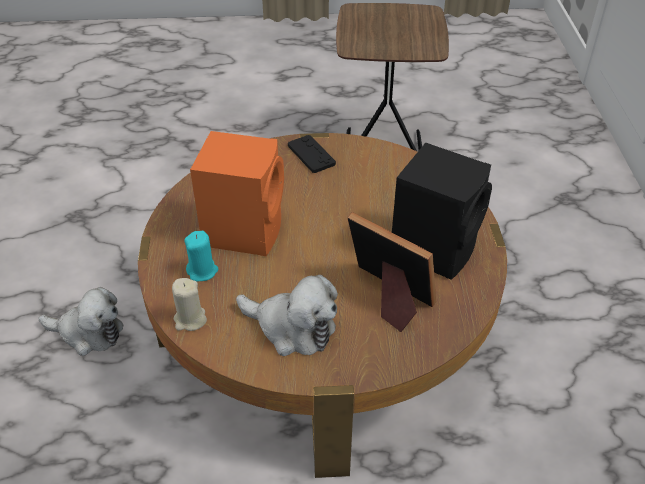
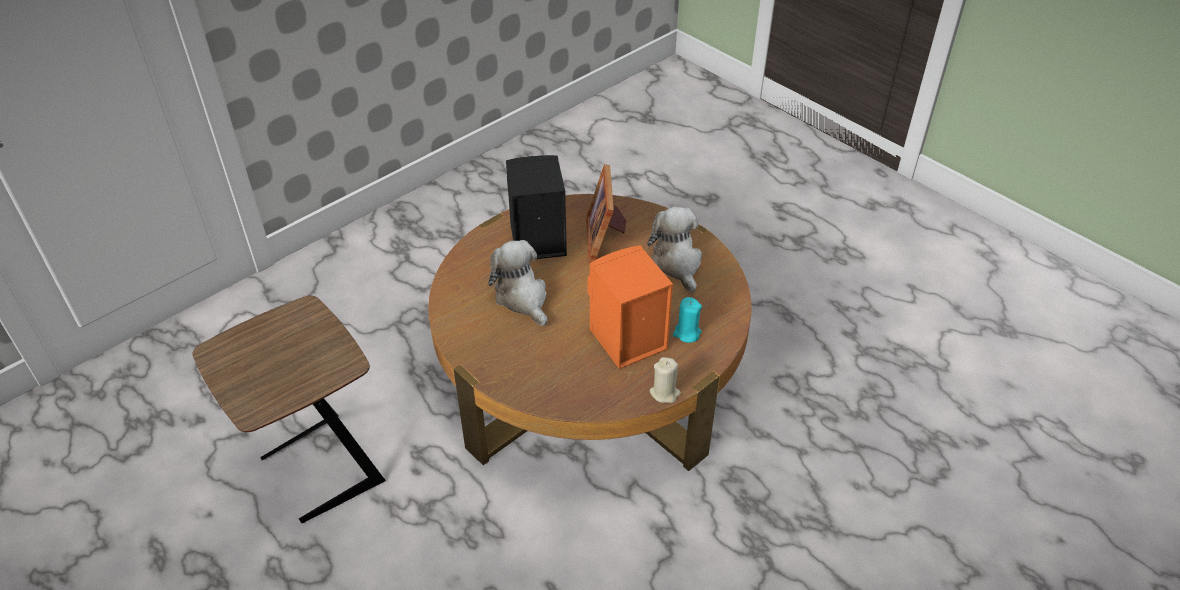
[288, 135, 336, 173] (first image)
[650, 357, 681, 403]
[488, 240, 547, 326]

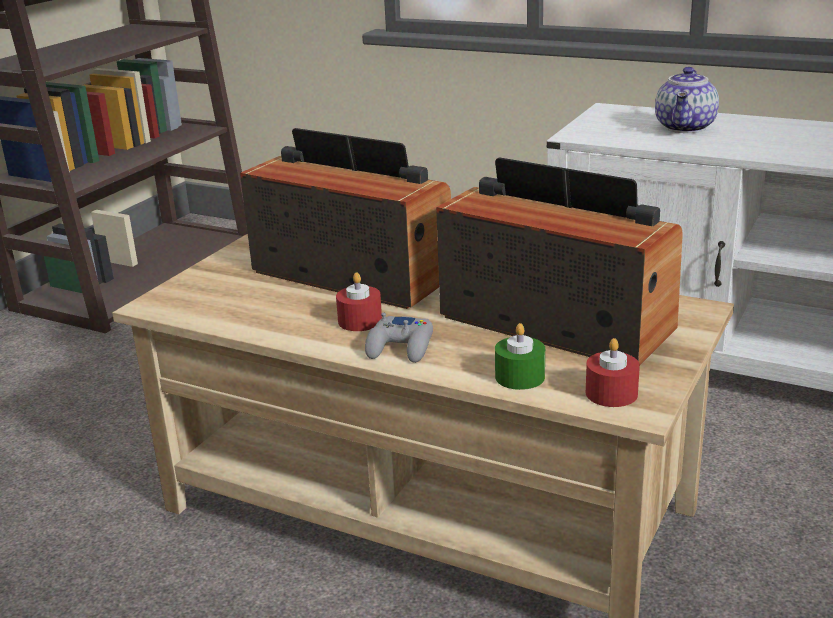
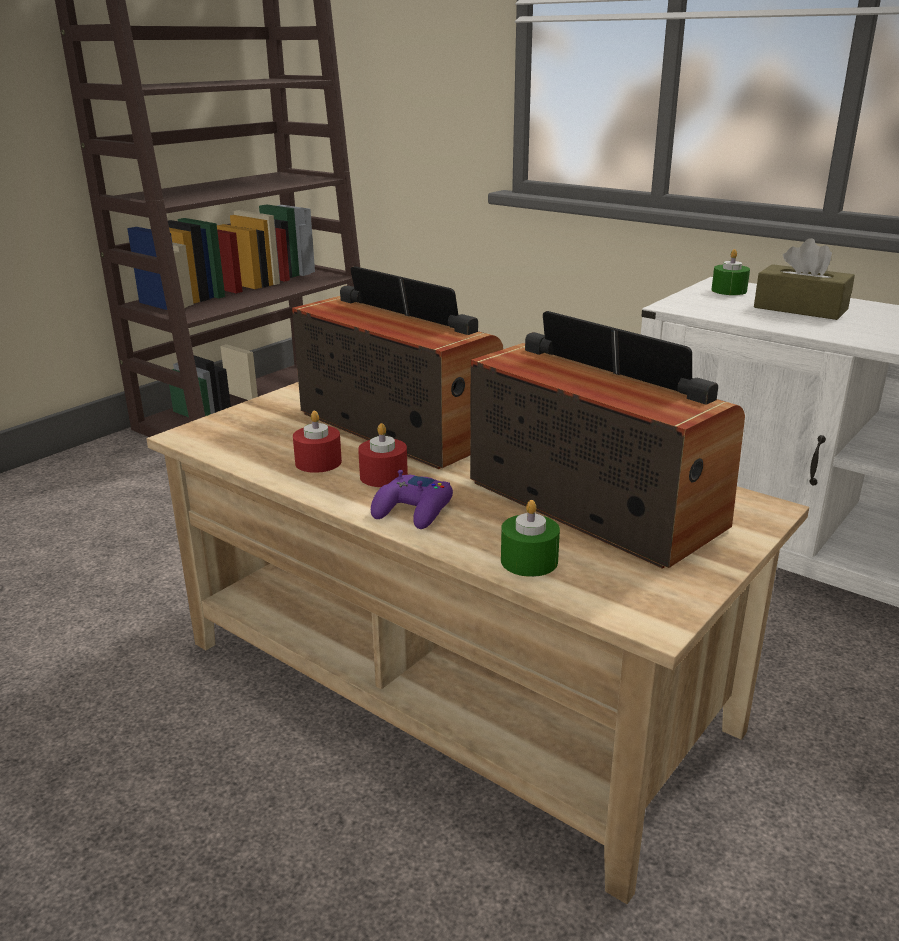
[754, 238, 855, 320]
[371, 470, 453, 529]
[293, 411, 342, 473]
[711, 249, 750, 295]

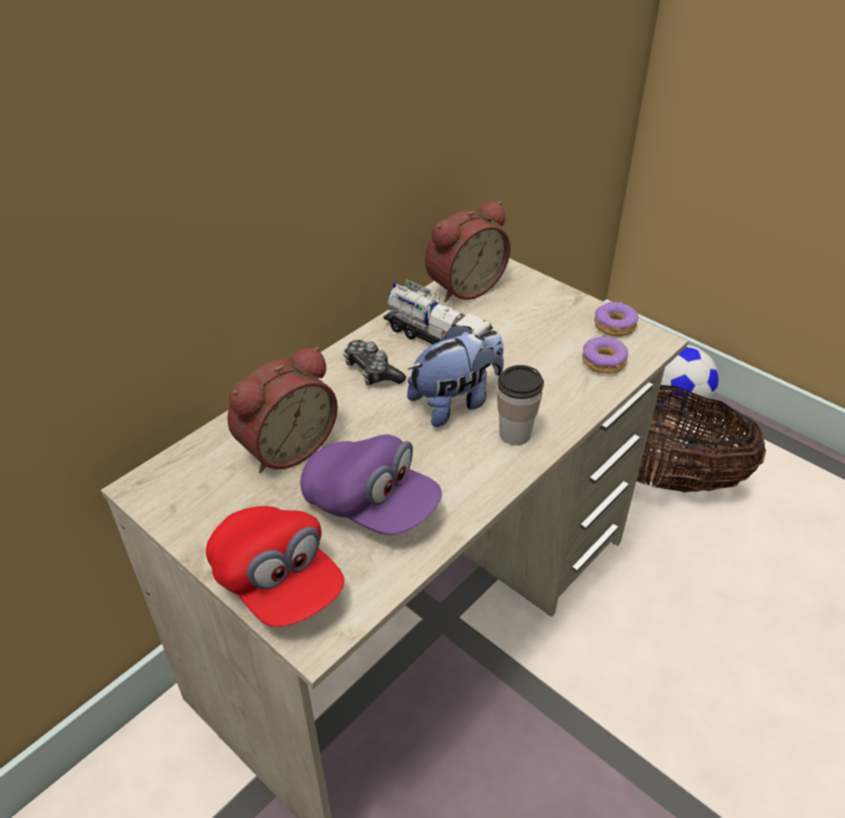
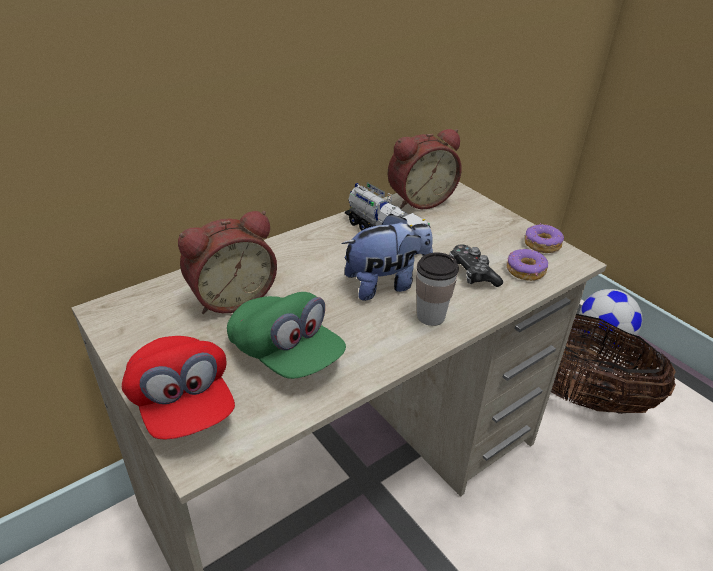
[449, 245, 503, 287]
[227, 292, 346, 379]

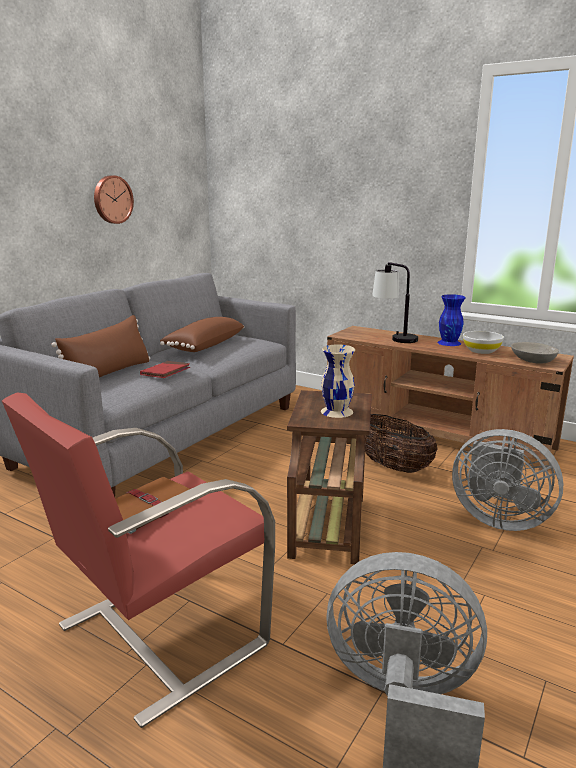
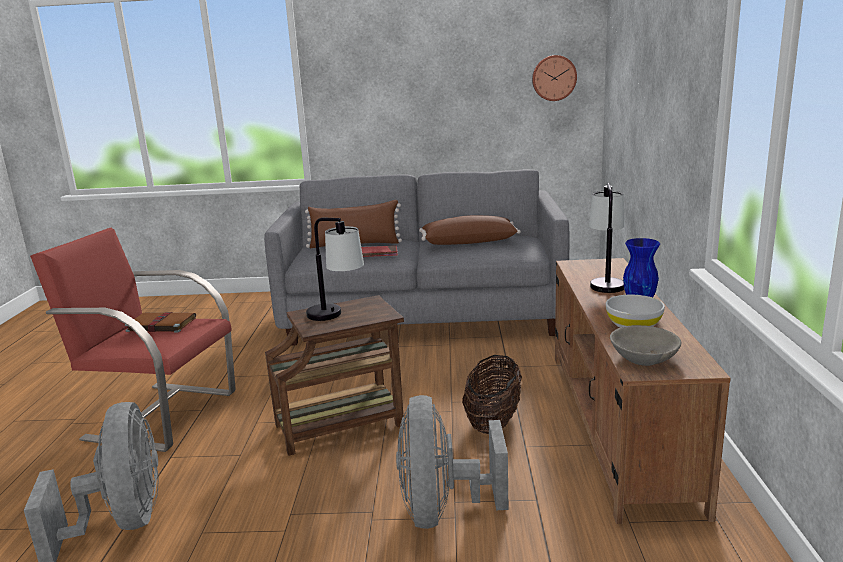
[532, 55, 577, 101]
[306, 218, 364, 321]

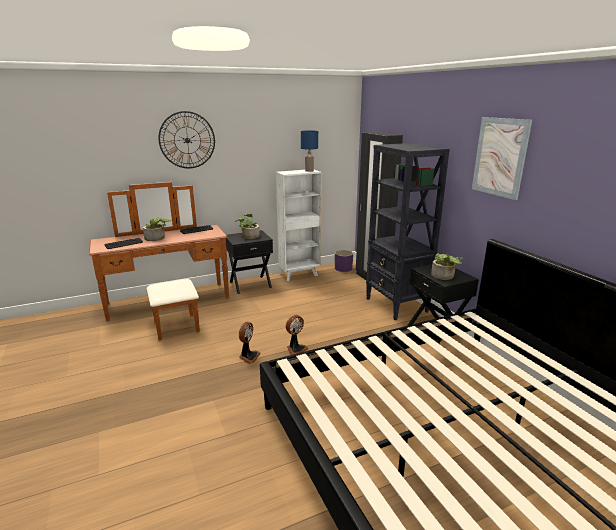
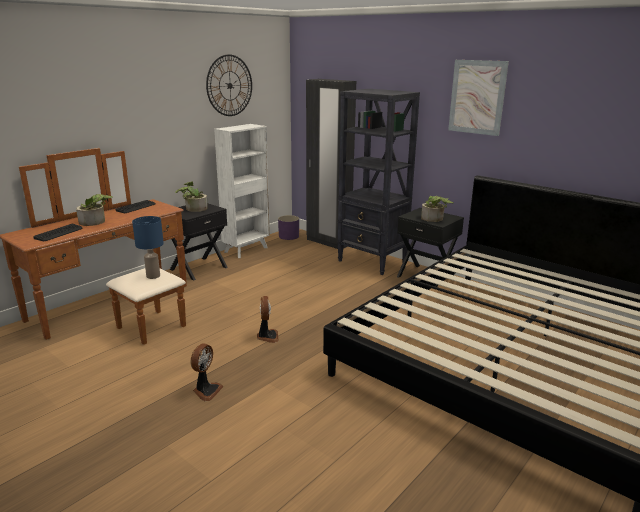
[206, 54, 252, 116]
[132, 216, 164, 279]
[191, 344, 224, 401]

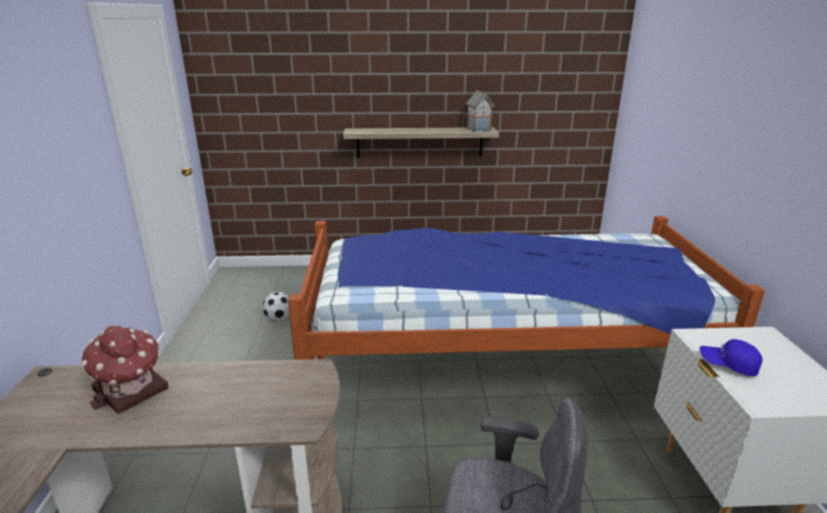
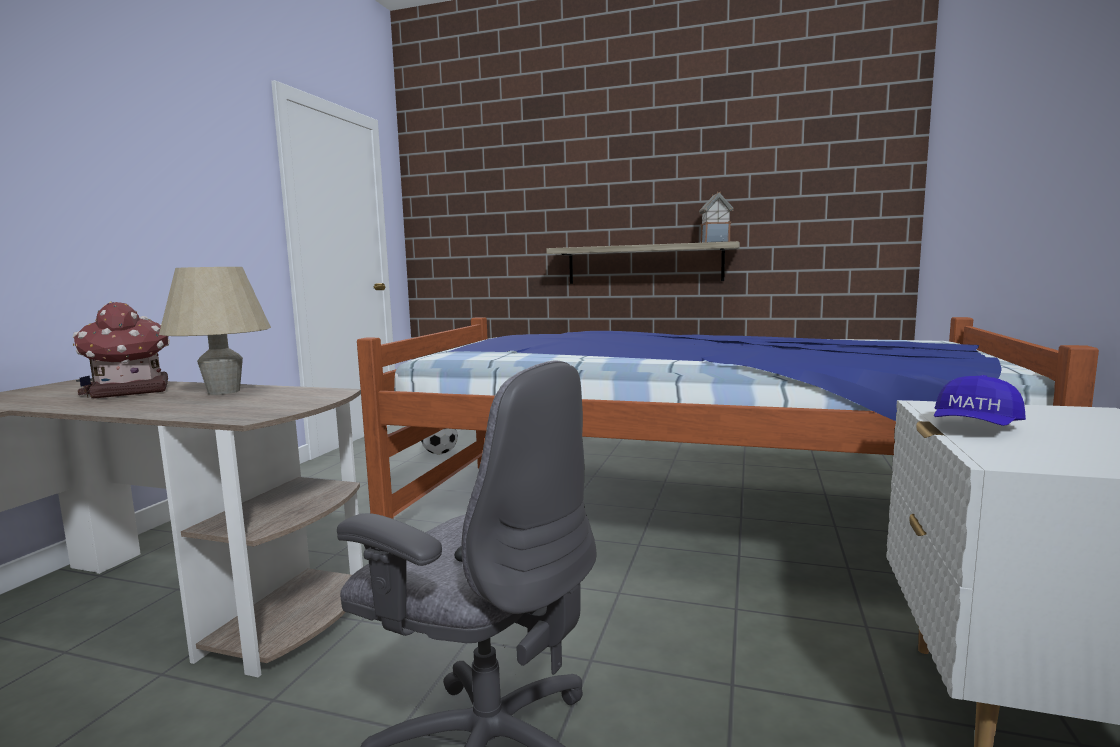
[934, 375, 1026, 426]
[159, 267, 271, 395]

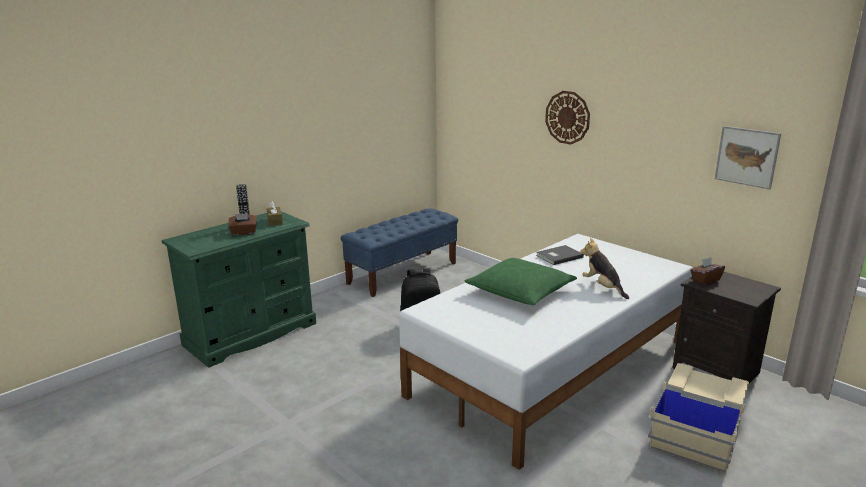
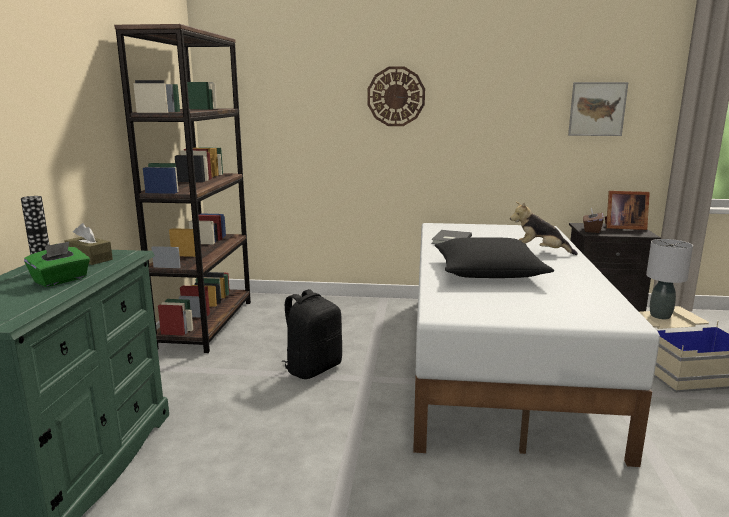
[114, 24, 251, 353]
[24, 242, 90, 287]
[435, 237, 554, 278]
[605, 191, 650, 230]
[646, 239, 693, 319]

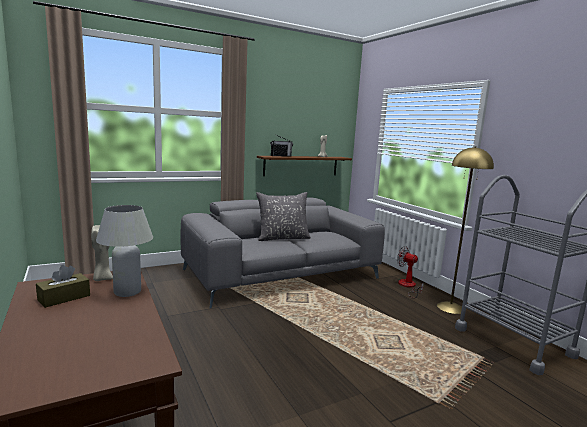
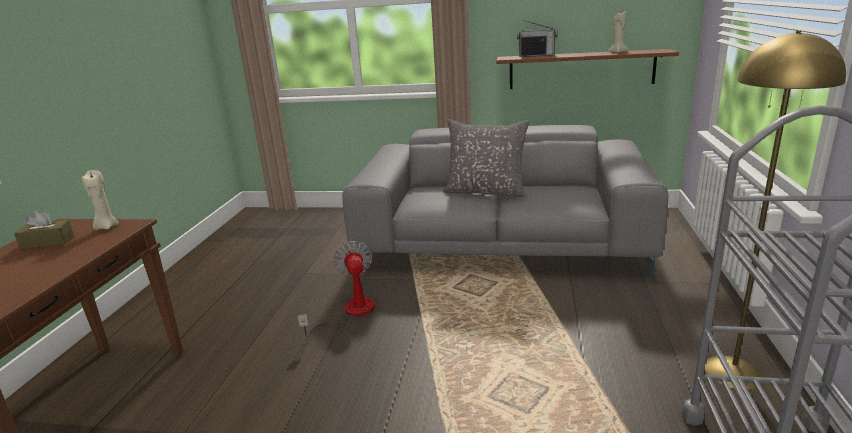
[96, 205, 153, 297] (first image)
[298, 241, 375, 337]

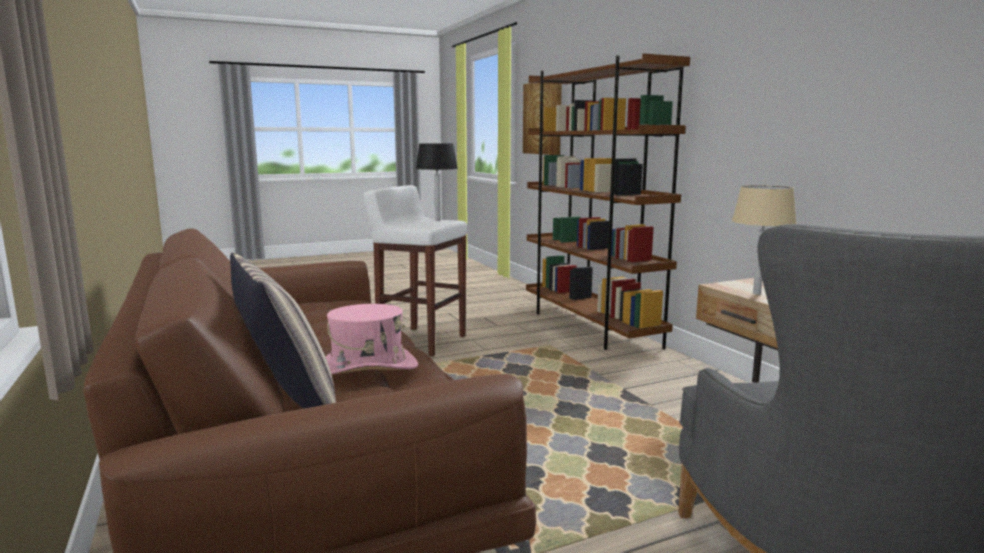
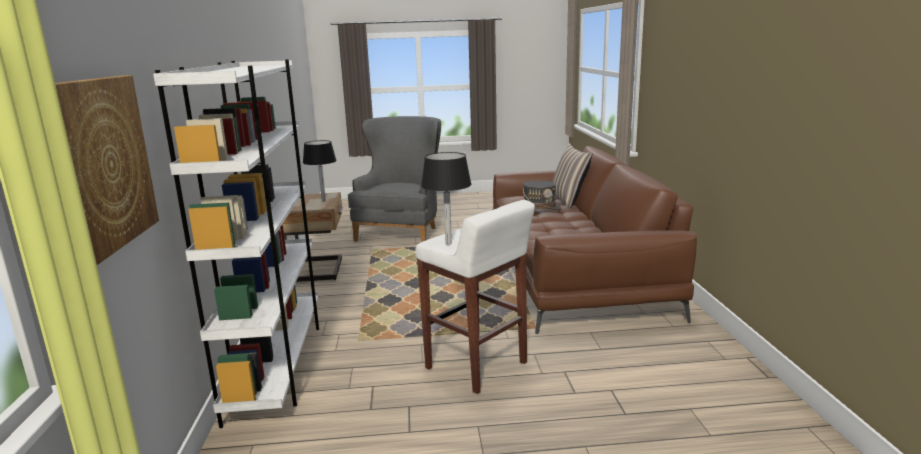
[153, 59, 319, 428]
[303, 140, 337, 202]
[523, 181, 562, 210]

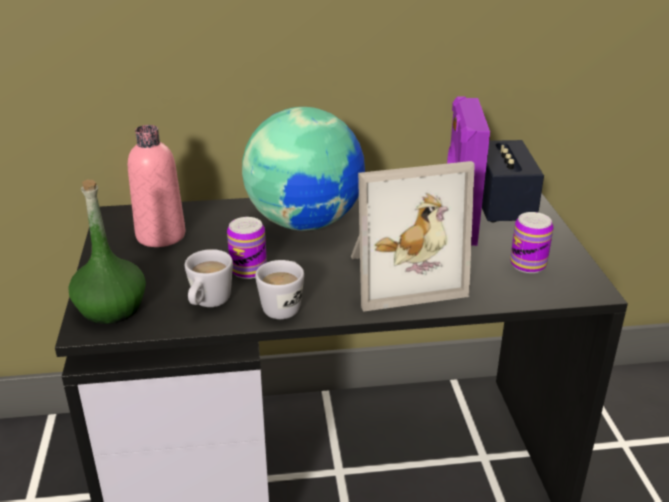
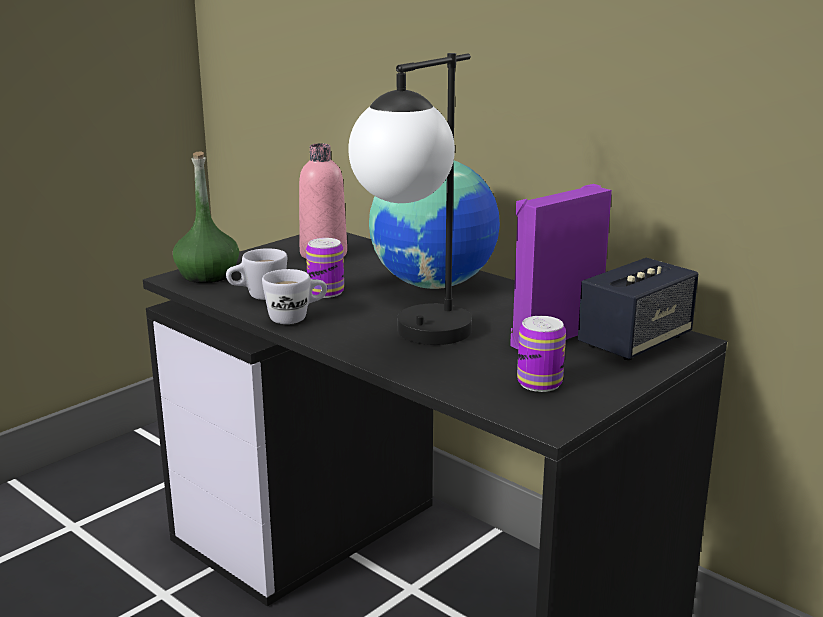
[348, 53, 472, 345]

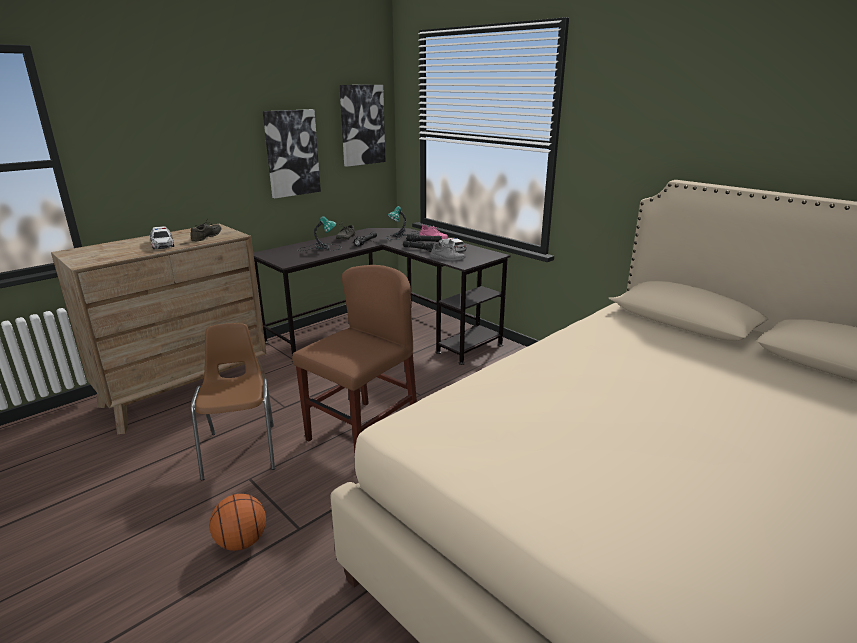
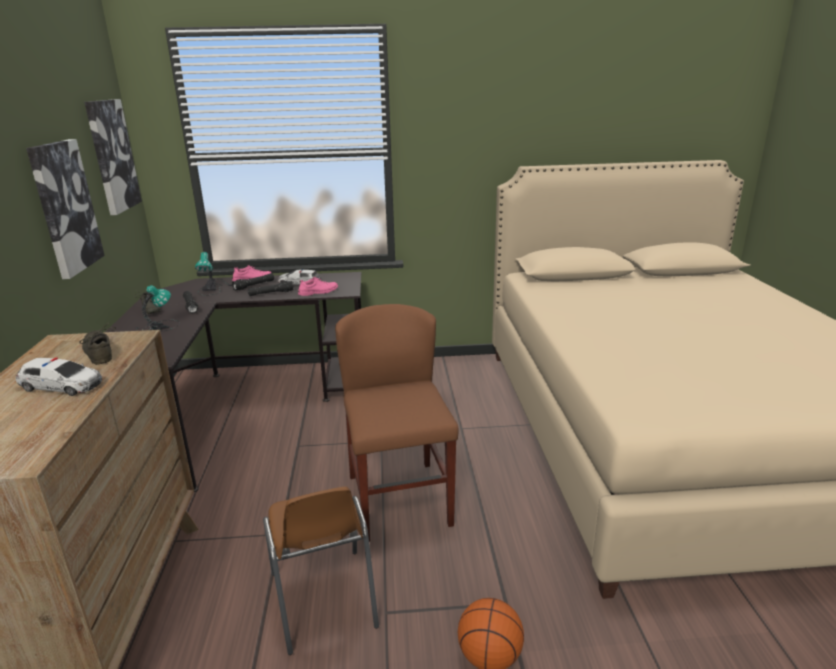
[298, 277, 338, 296]
[263, 486, 379, 655]

